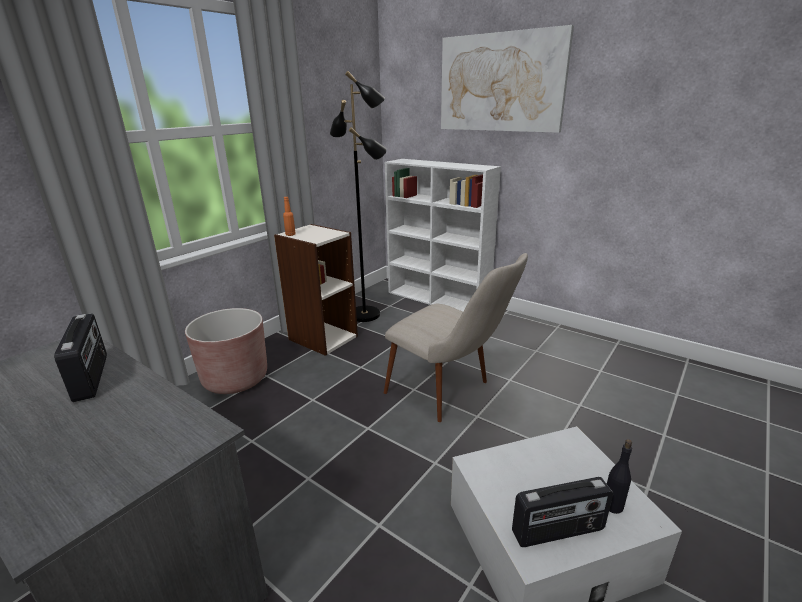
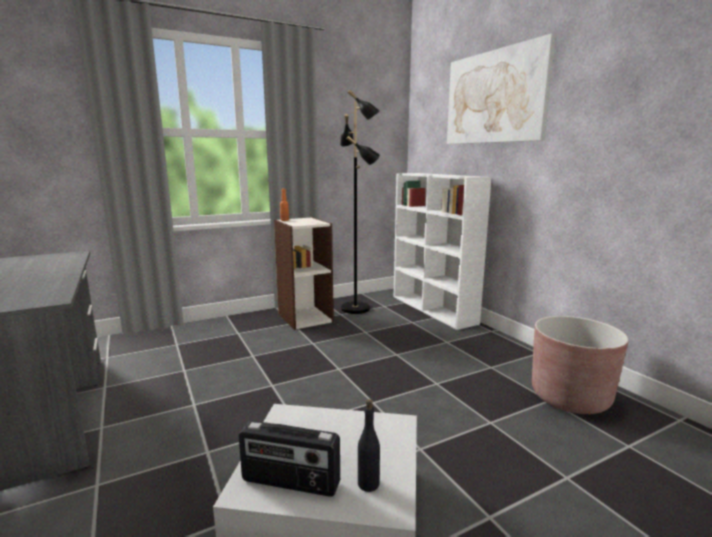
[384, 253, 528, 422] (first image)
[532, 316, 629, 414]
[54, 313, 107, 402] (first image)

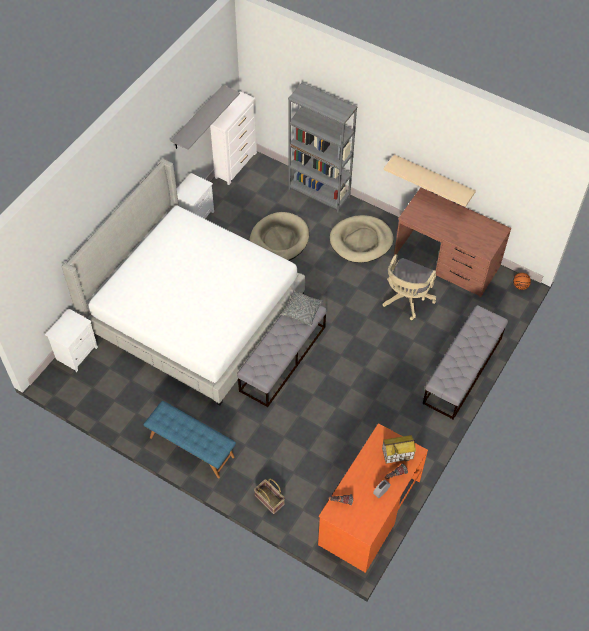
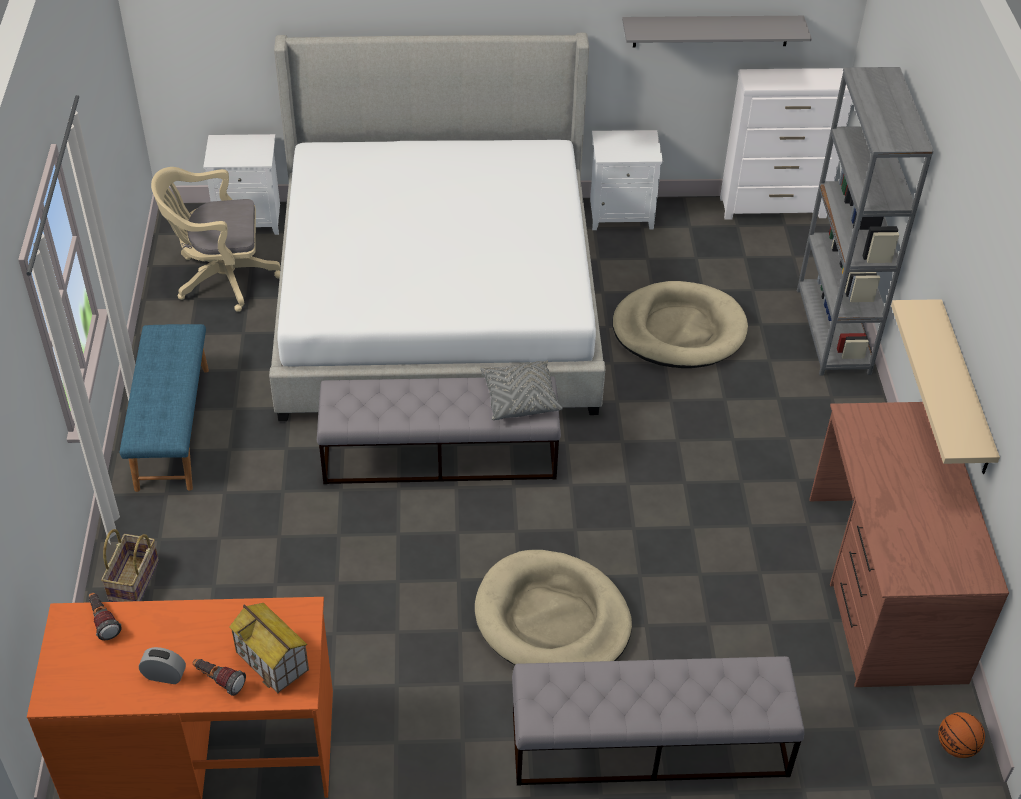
[475, 550, 632, 665]
[151, 167, 280, 312]

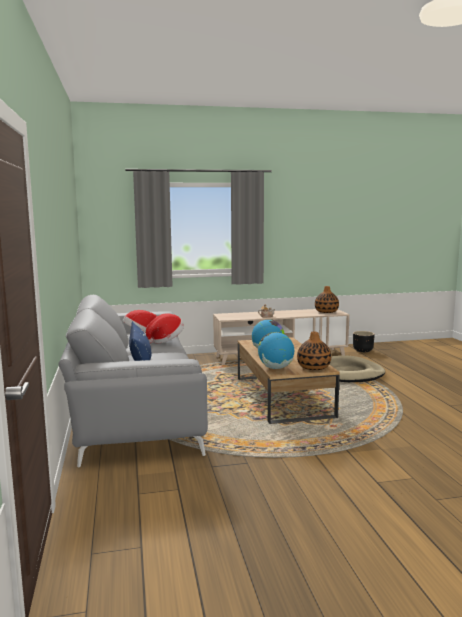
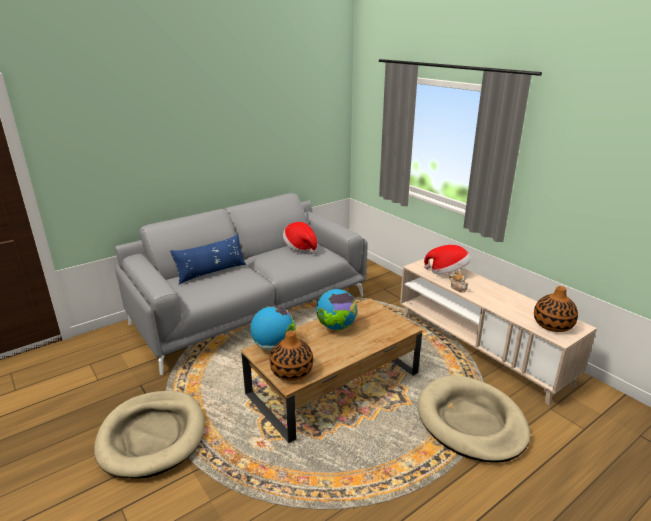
[424, 245, 471, 274]
[353, 331, 375, 352] (first image)
[94, 391, 205, 479]

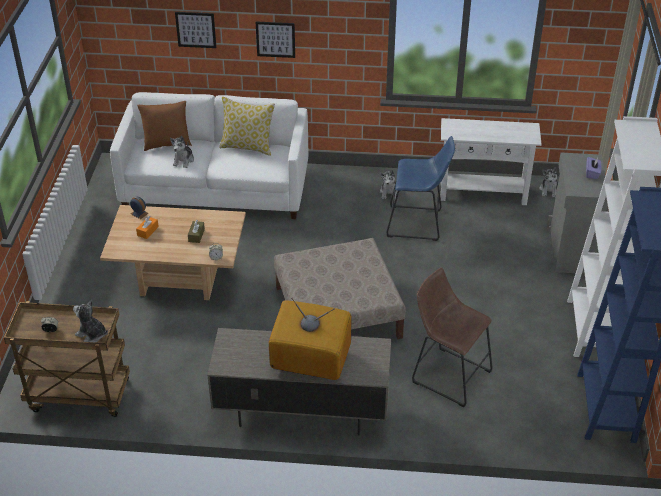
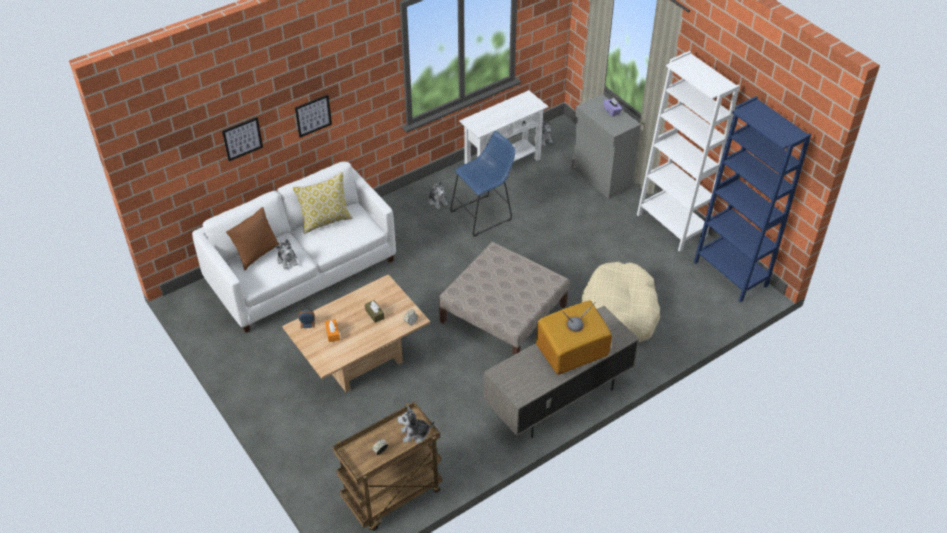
[581, 262, 660, 343]

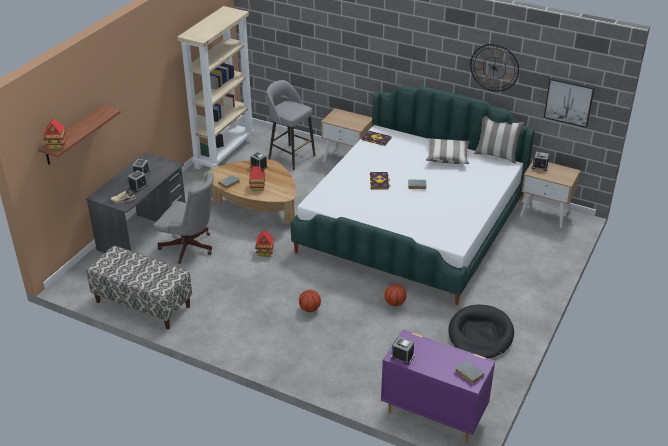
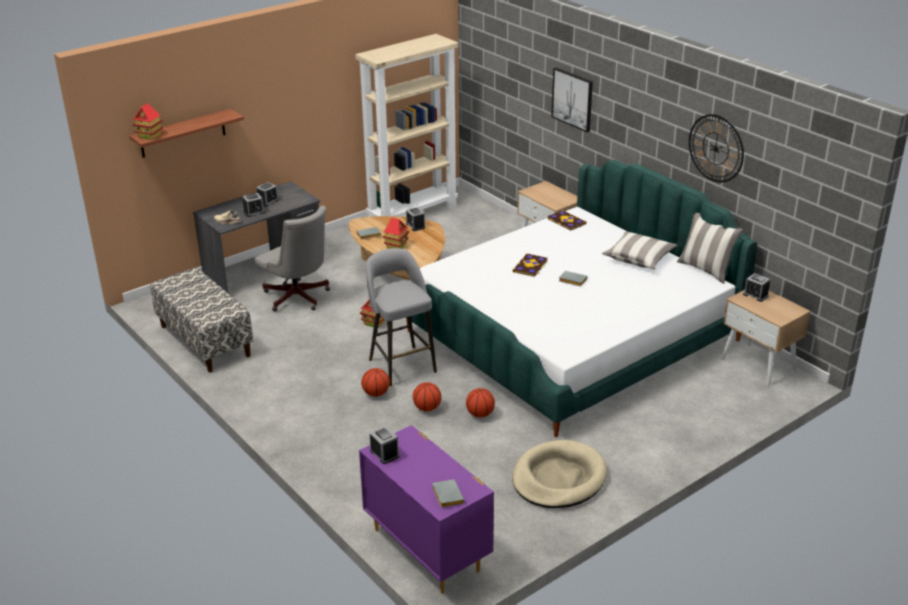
[551, 67, 593, 132]
[366, 248, 437, 386]
[512, 440, 607, 508]
[413, 382, 441, 411]

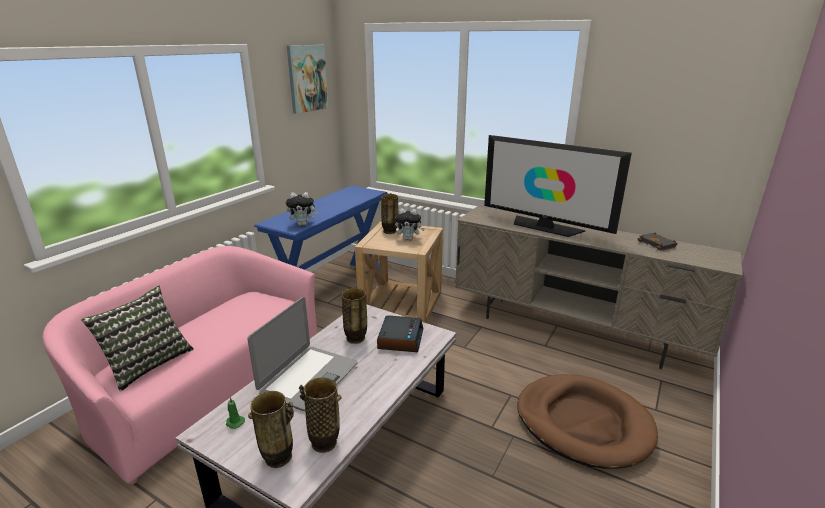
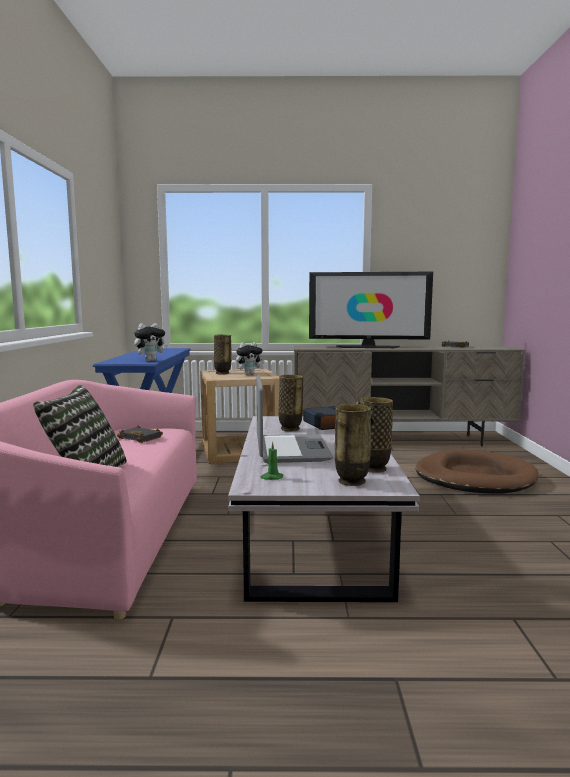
[287, 45, 329, 114] (first image)
[117, 426, 163, 443]

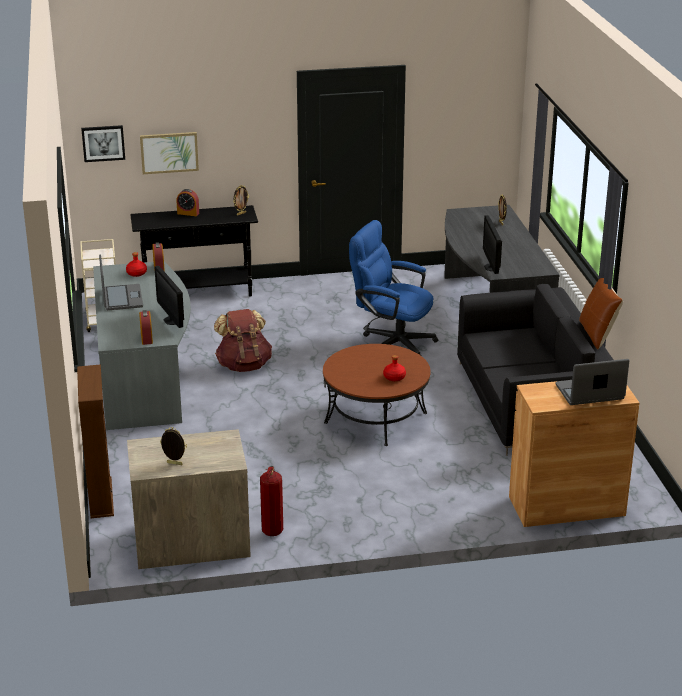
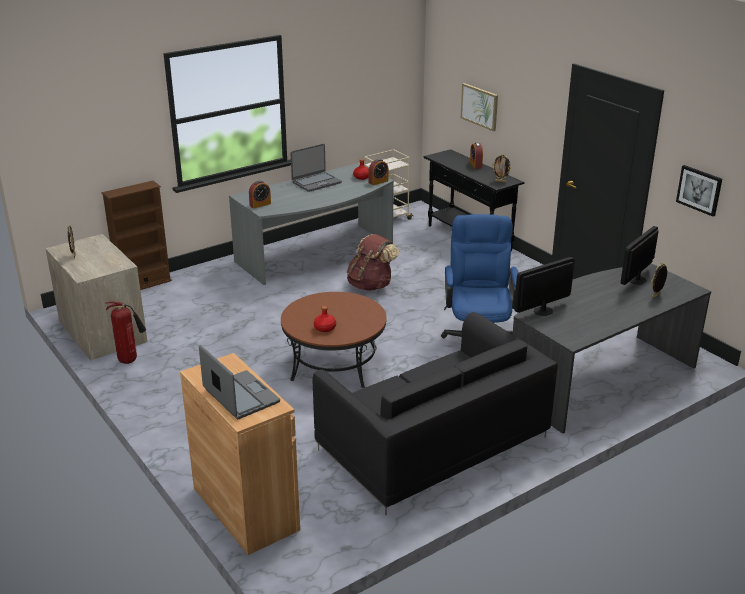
[676, 165, 722, 217]
[621, 226, 659, 285]
[579, 278, 623, 349] (first image)

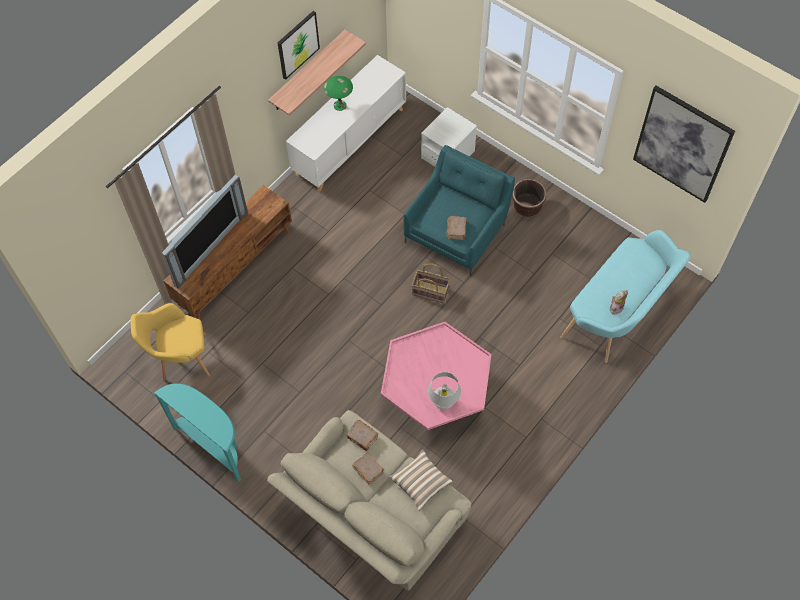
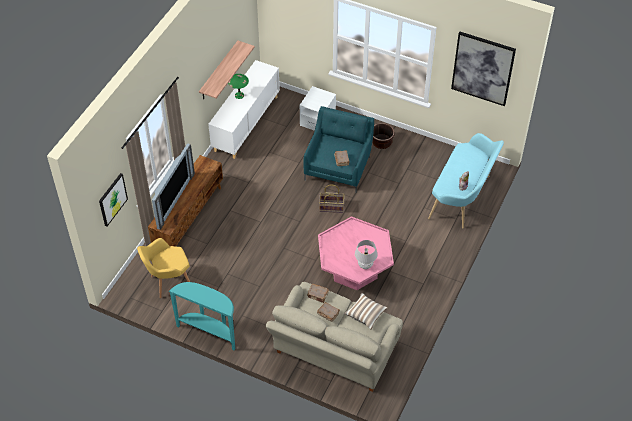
[99, 173, 128, 227]

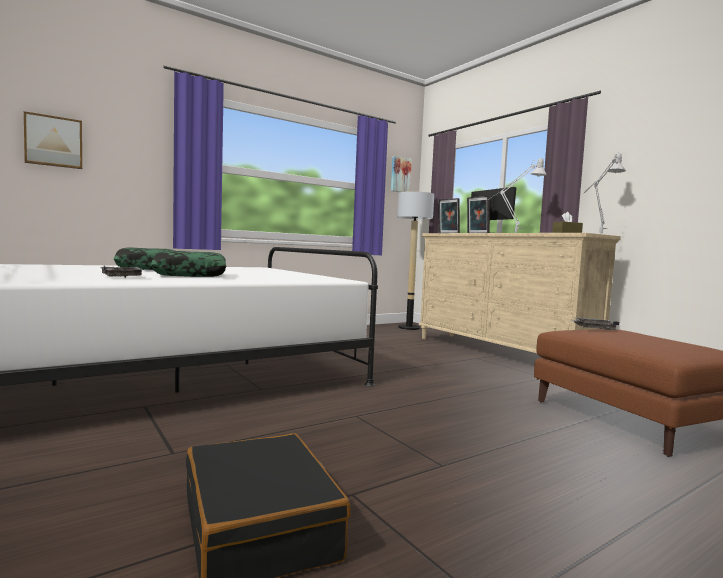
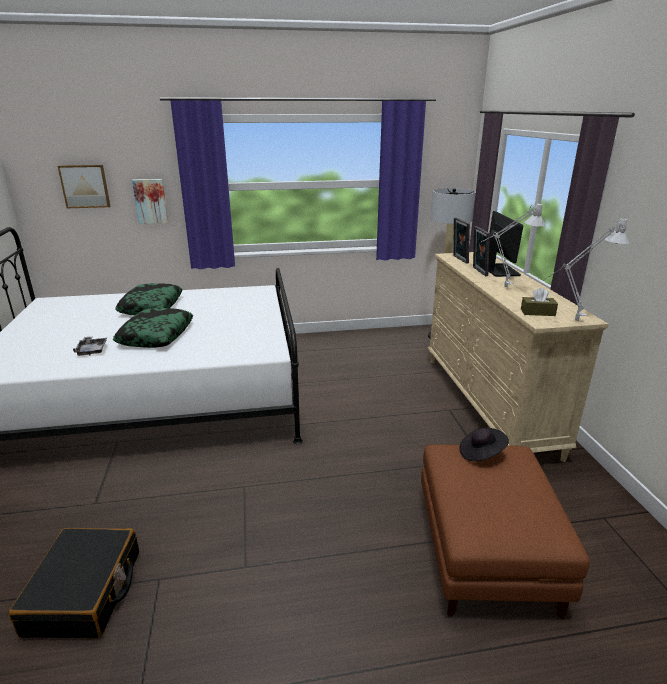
[132, 179, 168, 224]
[459, 428, 509, 461]

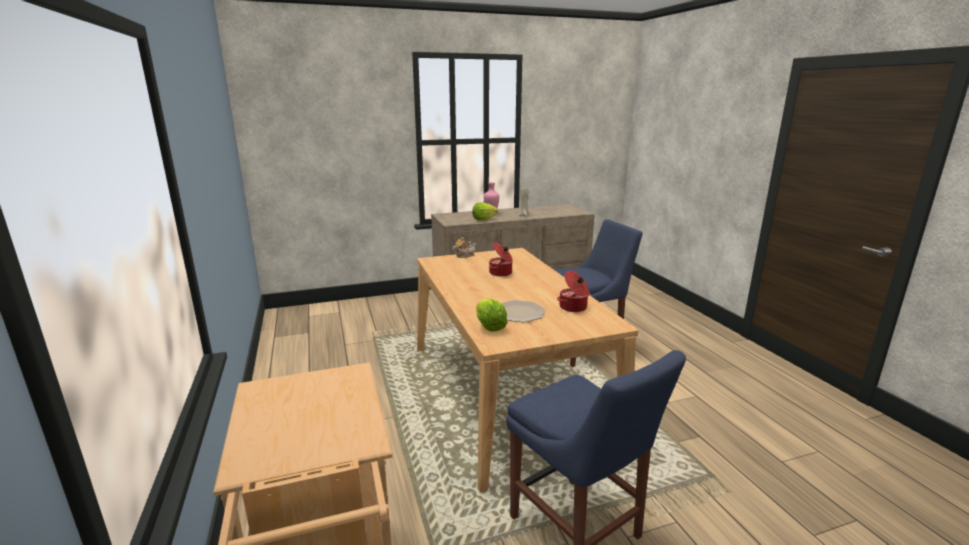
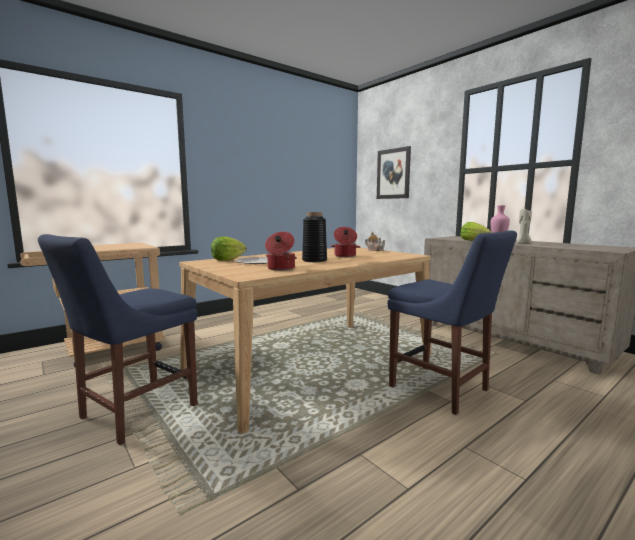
[377, 146, 411, 199]
[302, 212, 327, 262]

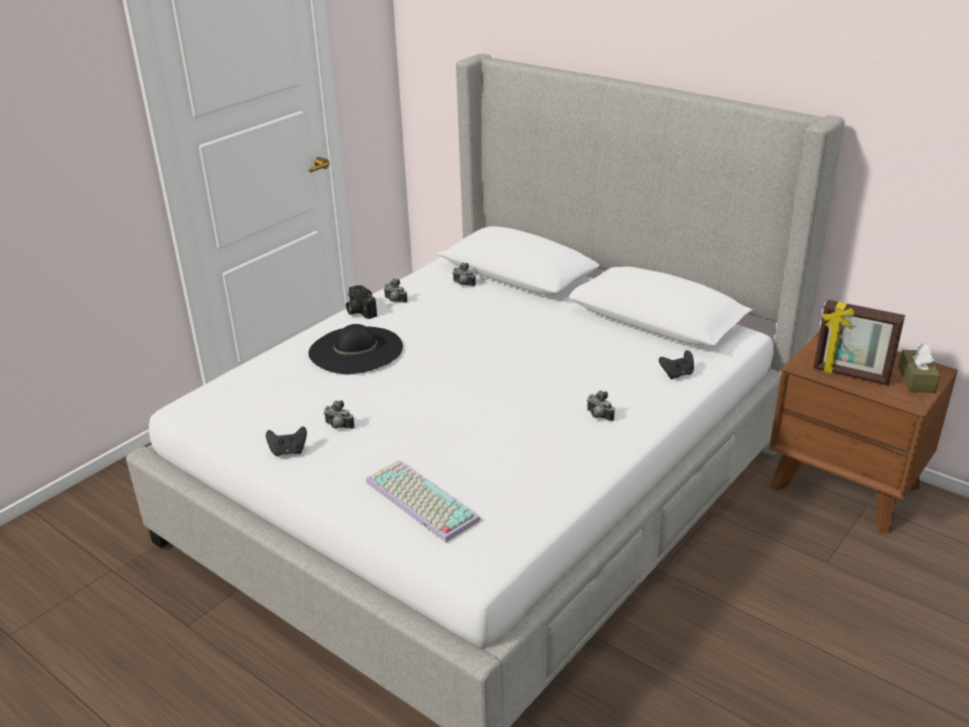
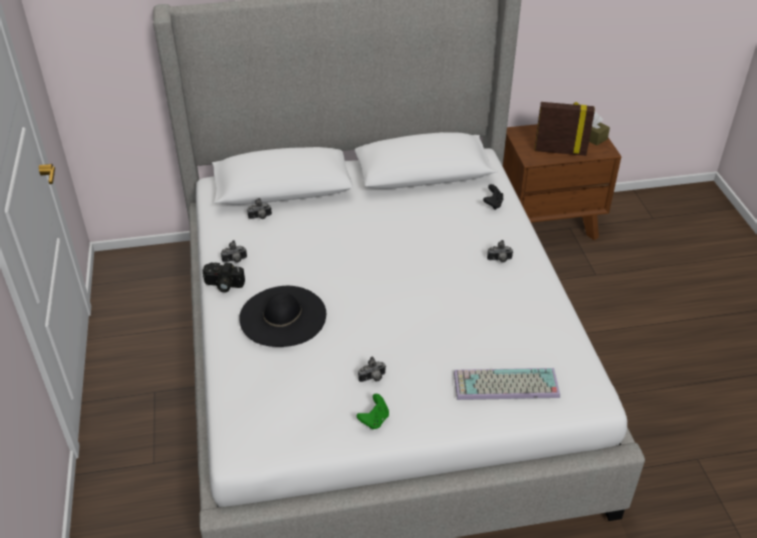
[534, 102, 595, 156]
[357, 394, 389, 430]

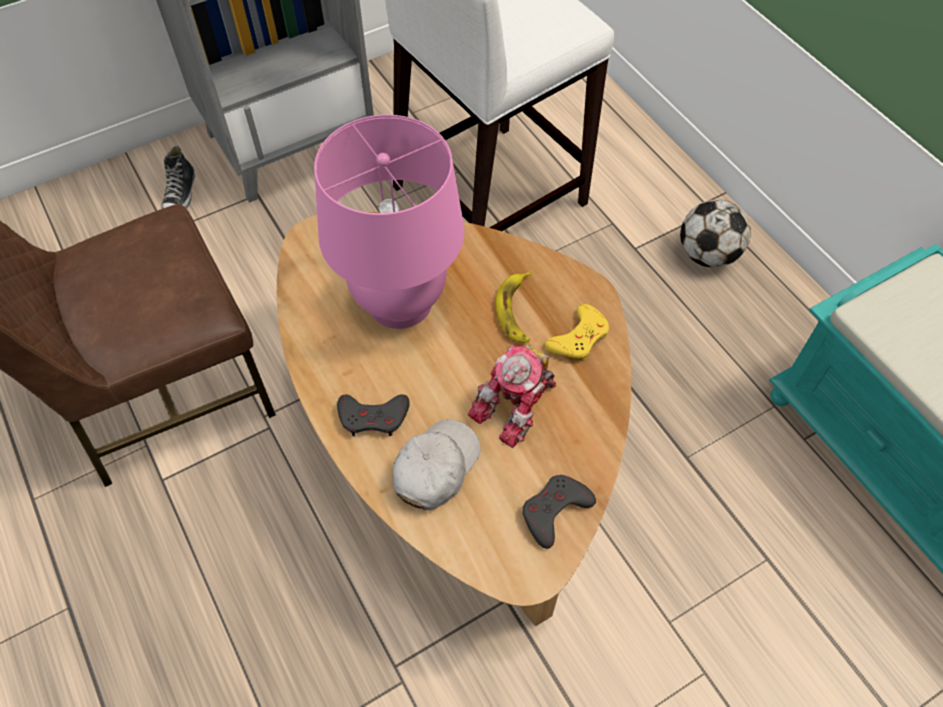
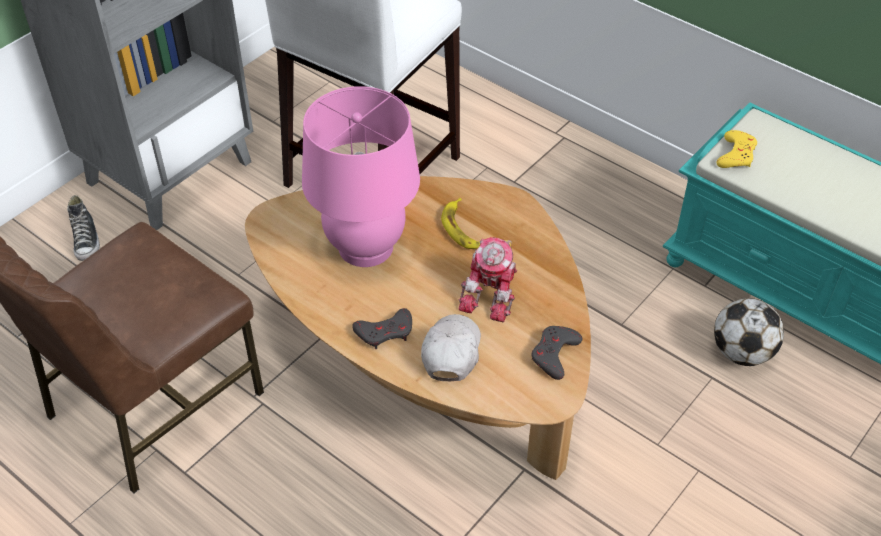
[714, 298, 784, 366]
[716, 130, 757, 168]

